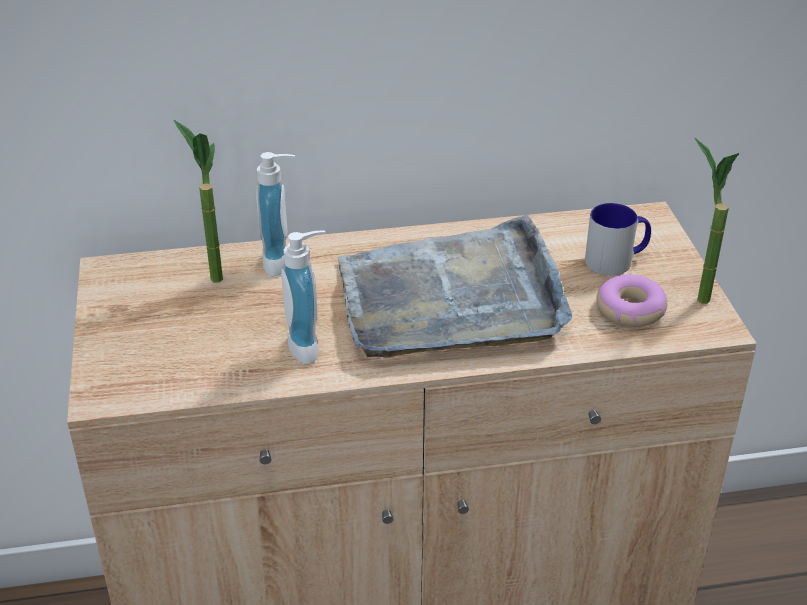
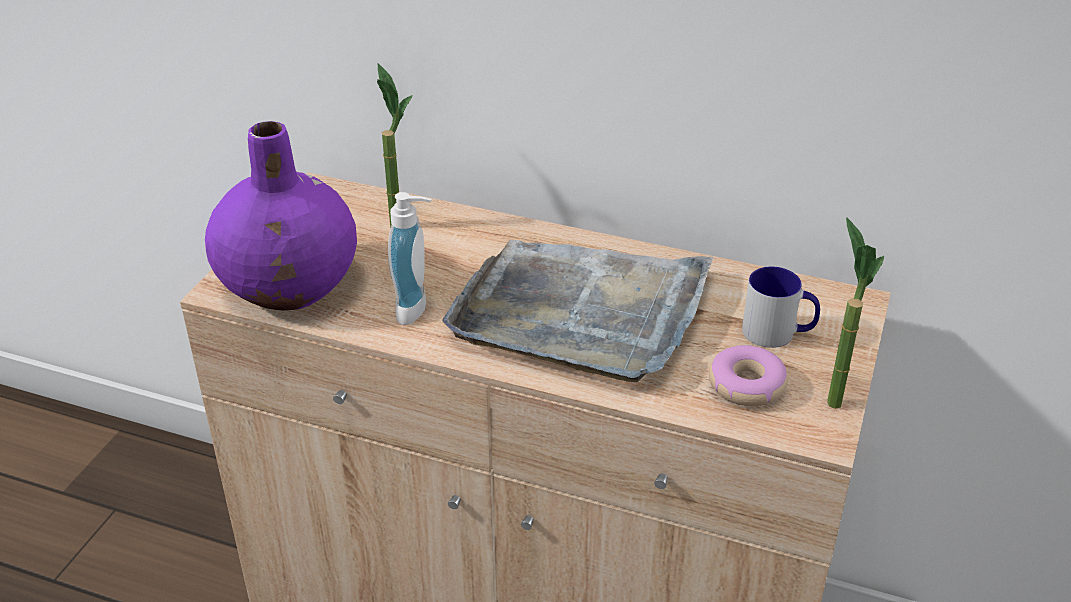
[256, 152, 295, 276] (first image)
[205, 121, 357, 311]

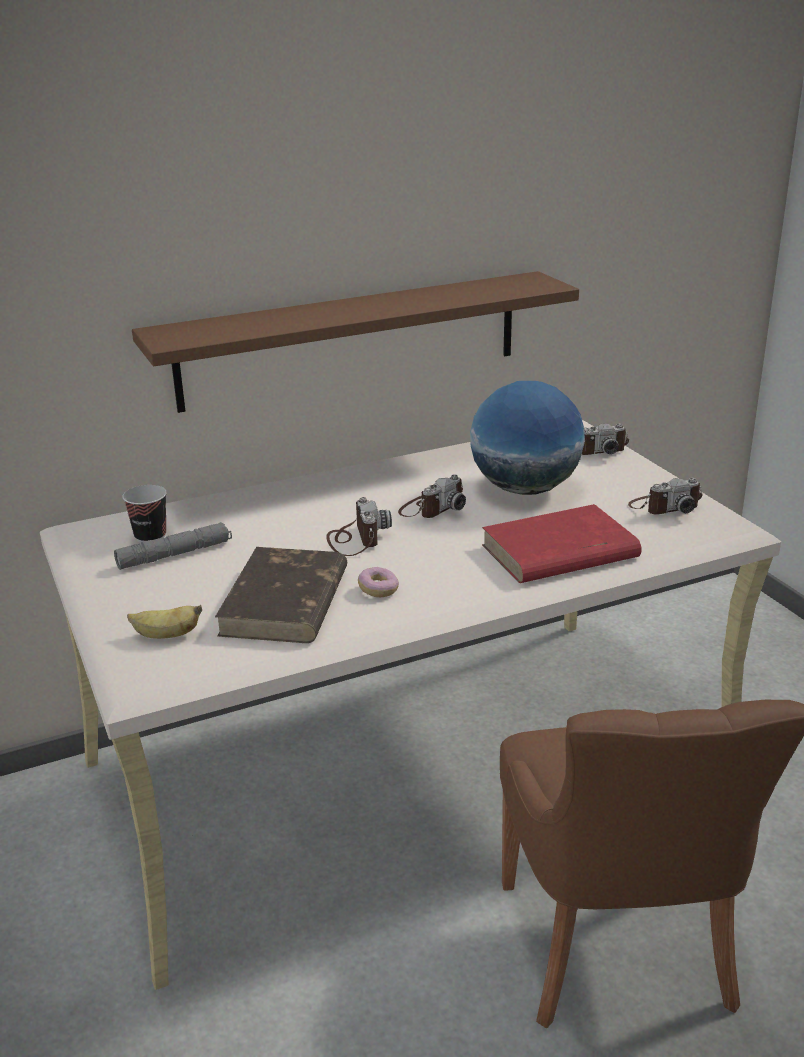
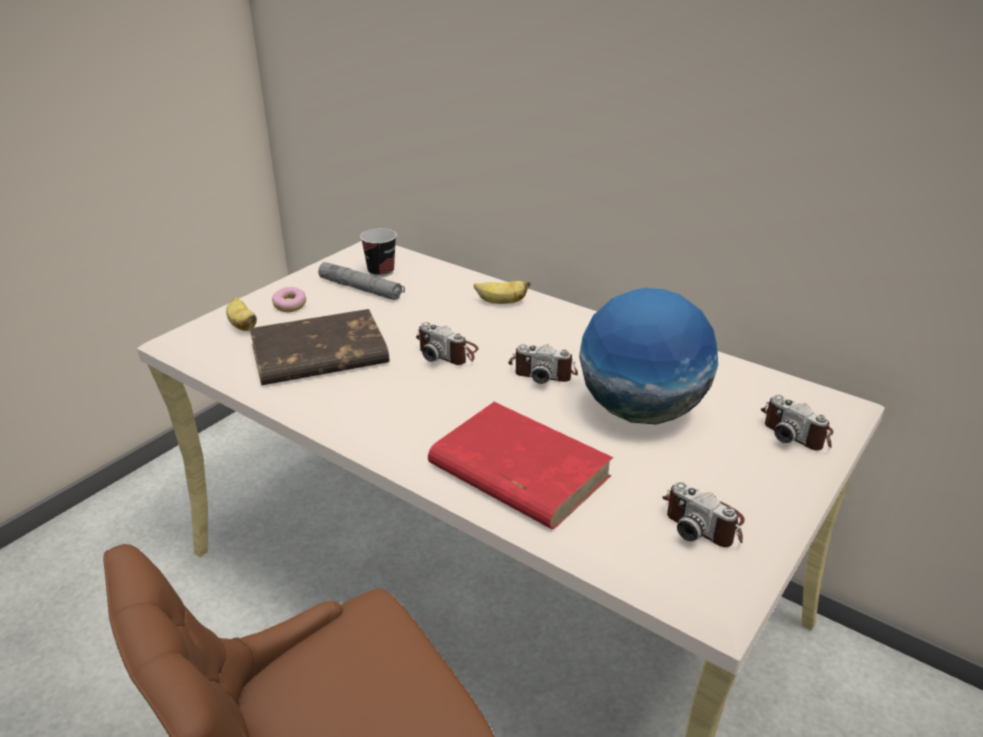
[132, 271, 579, 413] (first image)
[474, 281, 531, 304]
[272, 287, 306, 312]
[416, 322, 478, 365]

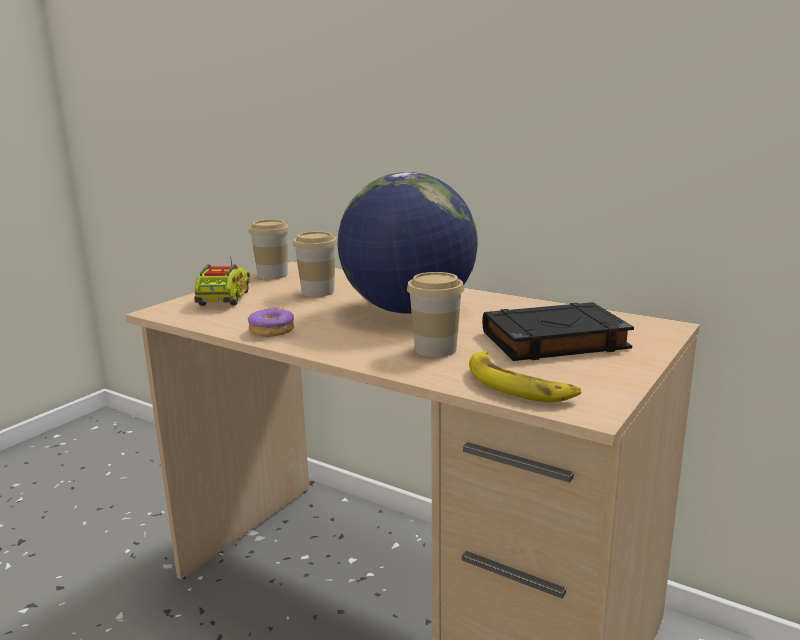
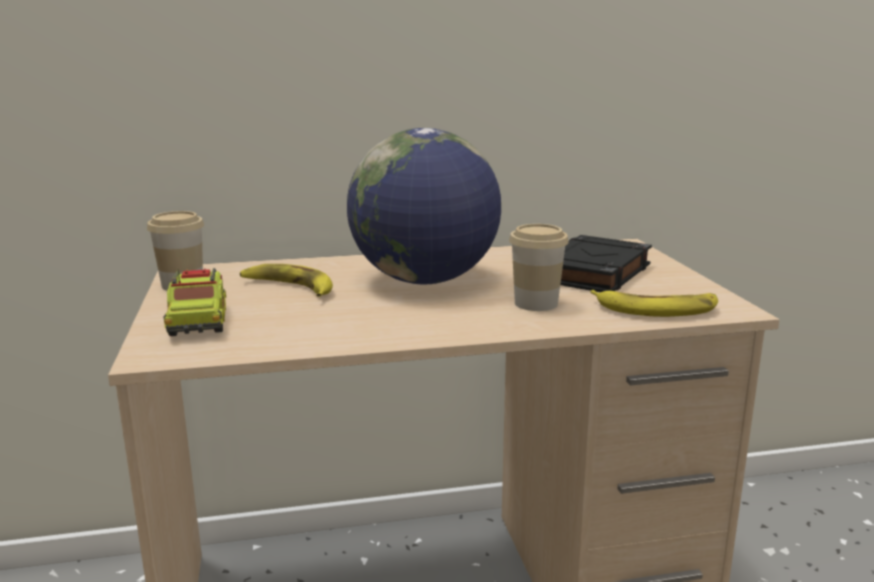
[248, 308, 294, 337] (first image)
[240, 264, 333, 297]
[164, 268, 226, 336]

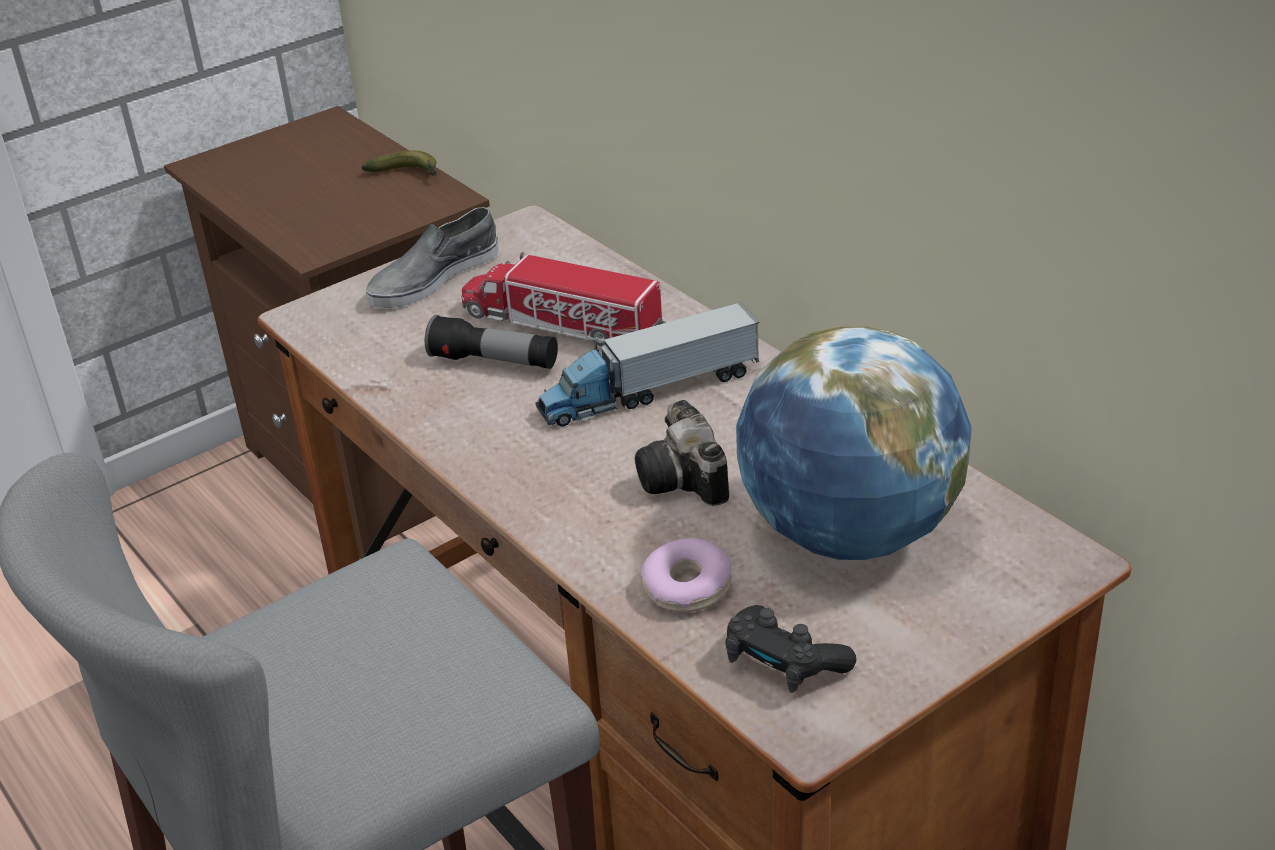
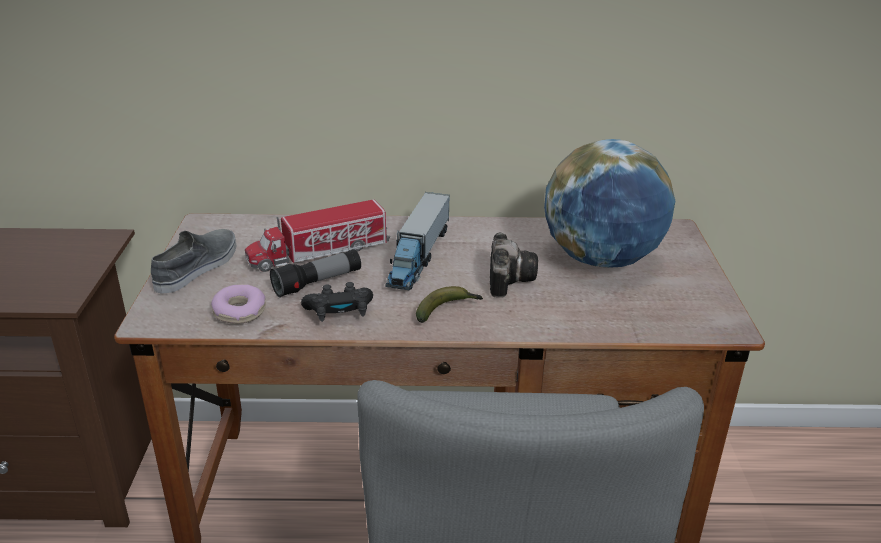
[416, 286, 483, 323]
[211, 284, 266, 324]
[301, 282, 373, 322]
[151, 229, 236, 294]
[490, 233, 538, 298]

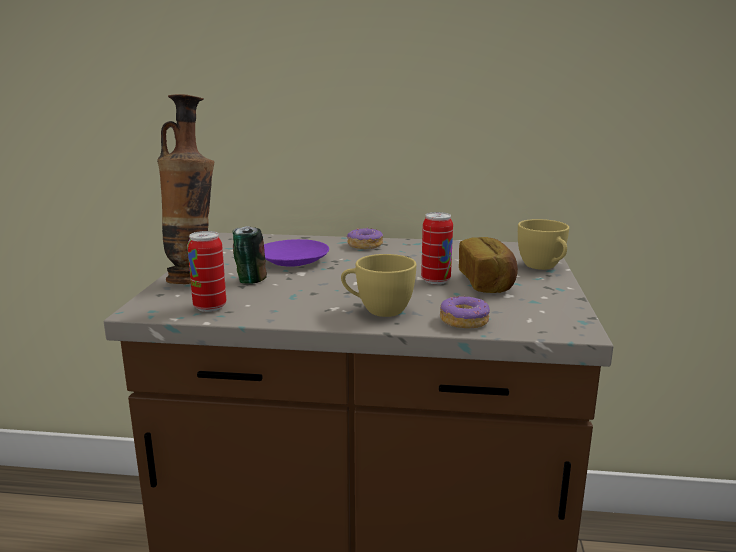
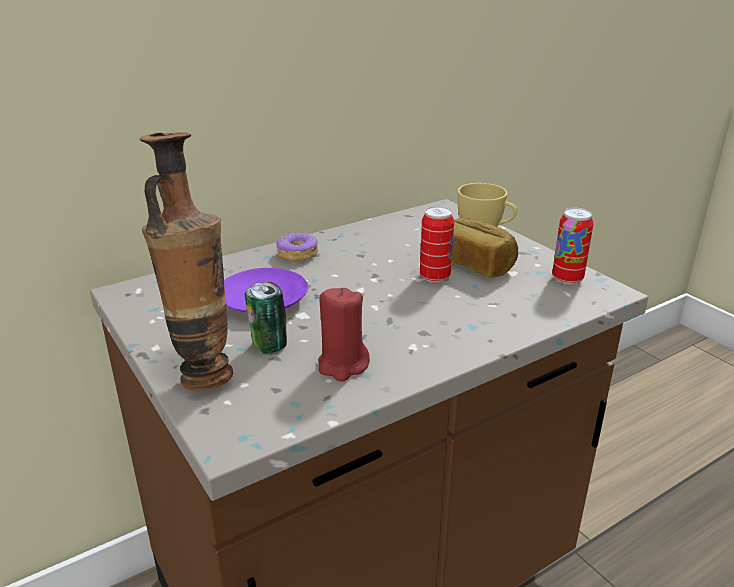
[341, 254, 417, 317] (first image)
[440, 295, 490, 328] (first image)
[318, 287, 370, 382]
[552, 208, 593, 284]

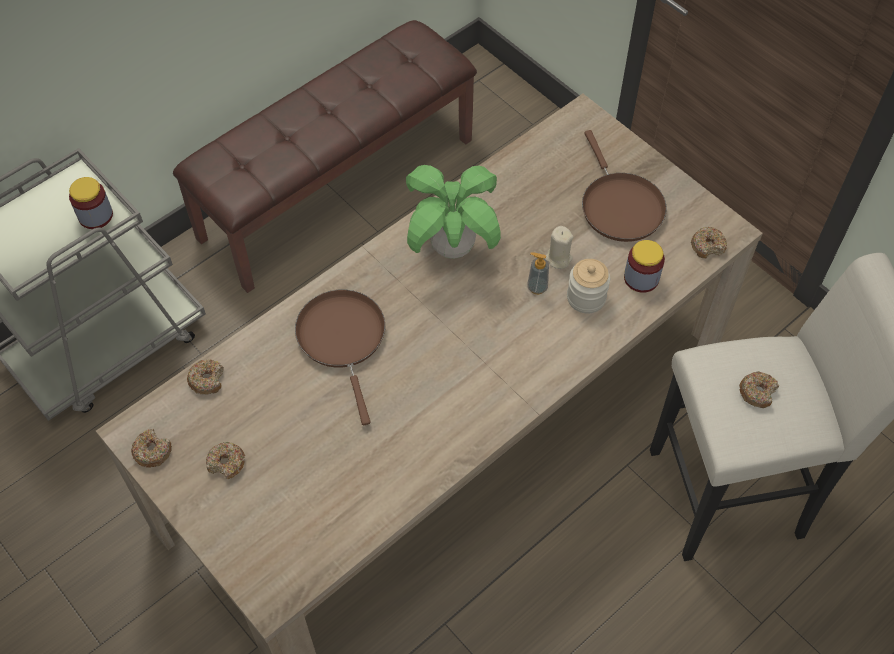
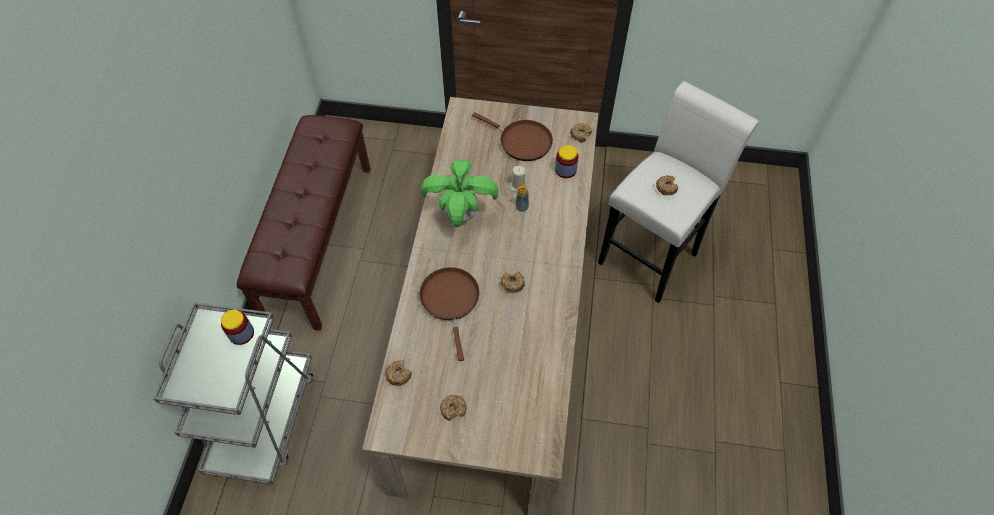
[567, 259, 610, 313] (first image)
[501, 271, 525, 293]
[419, 267, 479, 361]

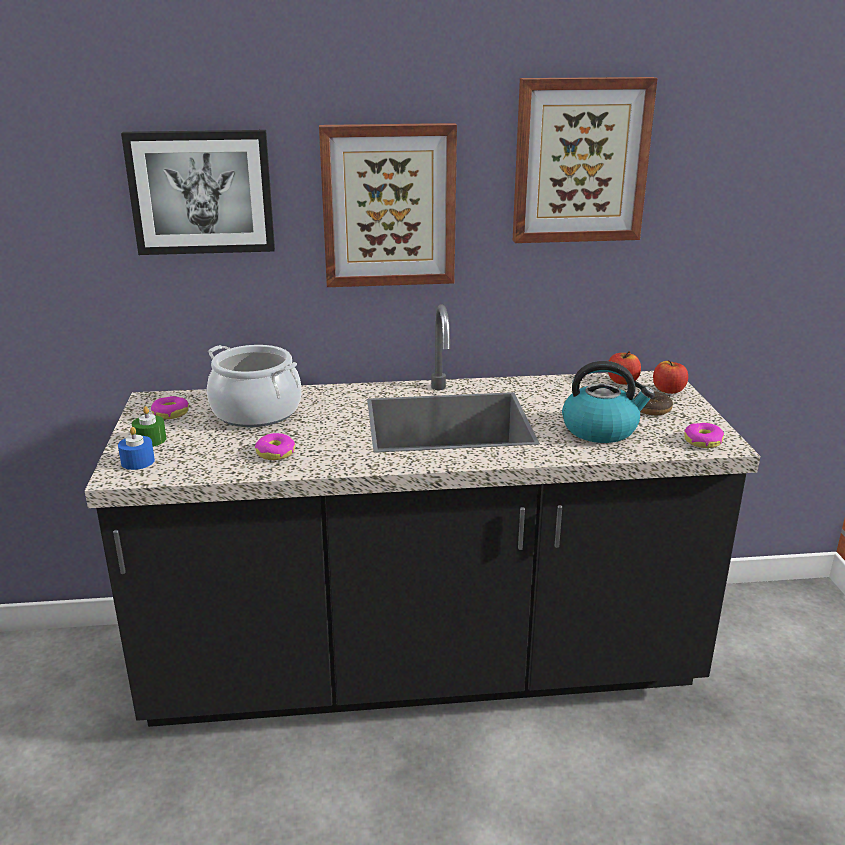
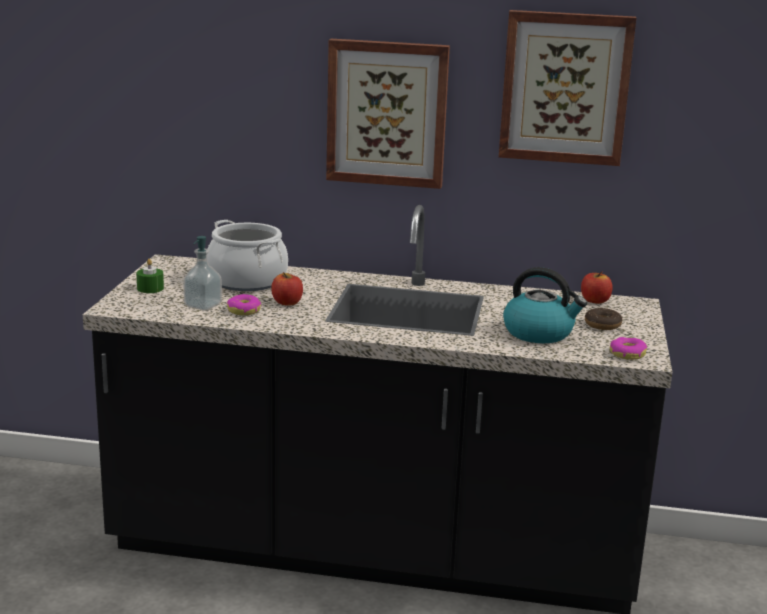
[118, 427, 155, 470] (first image)
[121, 130, 275, 255] (first image)
[151, 396, 189, 419] (first image)
[183, 236, 222, 311]
[271, 272, 303, 306]

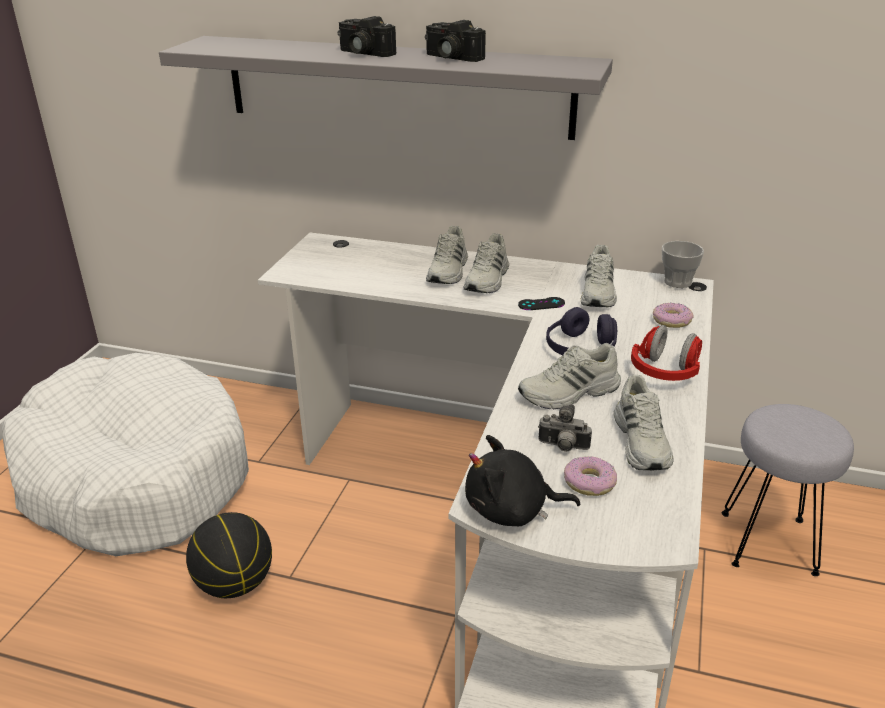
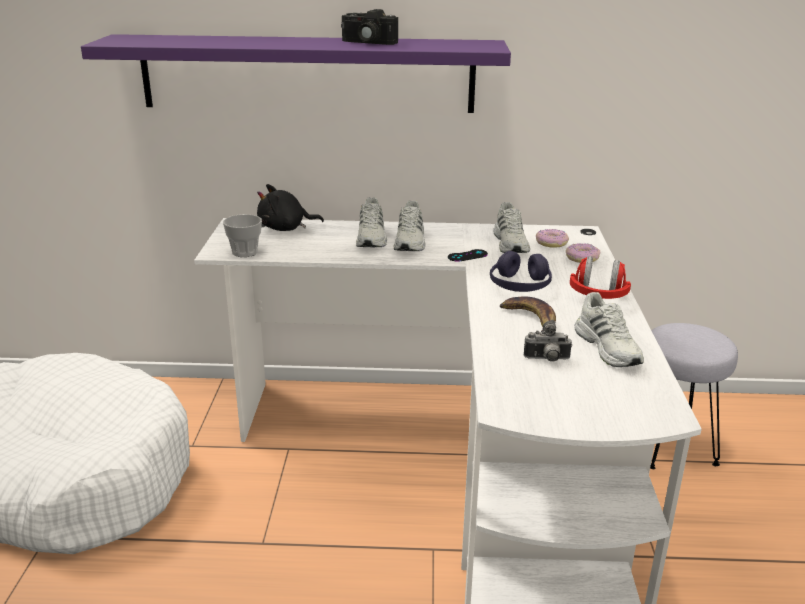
[186, 512, 272, 598] (first image)
[338, 16, 396, 57] (first image)
[257, 184, 324, 231]
[536, 229, 569, 247]
[223, 214, 262, 257]
[500, 297, 556, 332]
[81, 34, 511, 113]

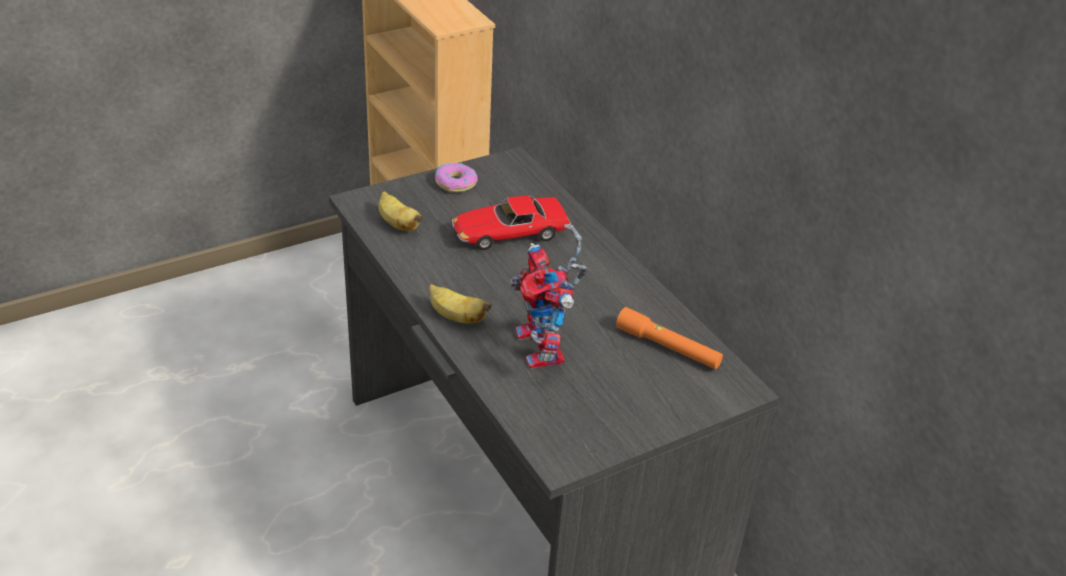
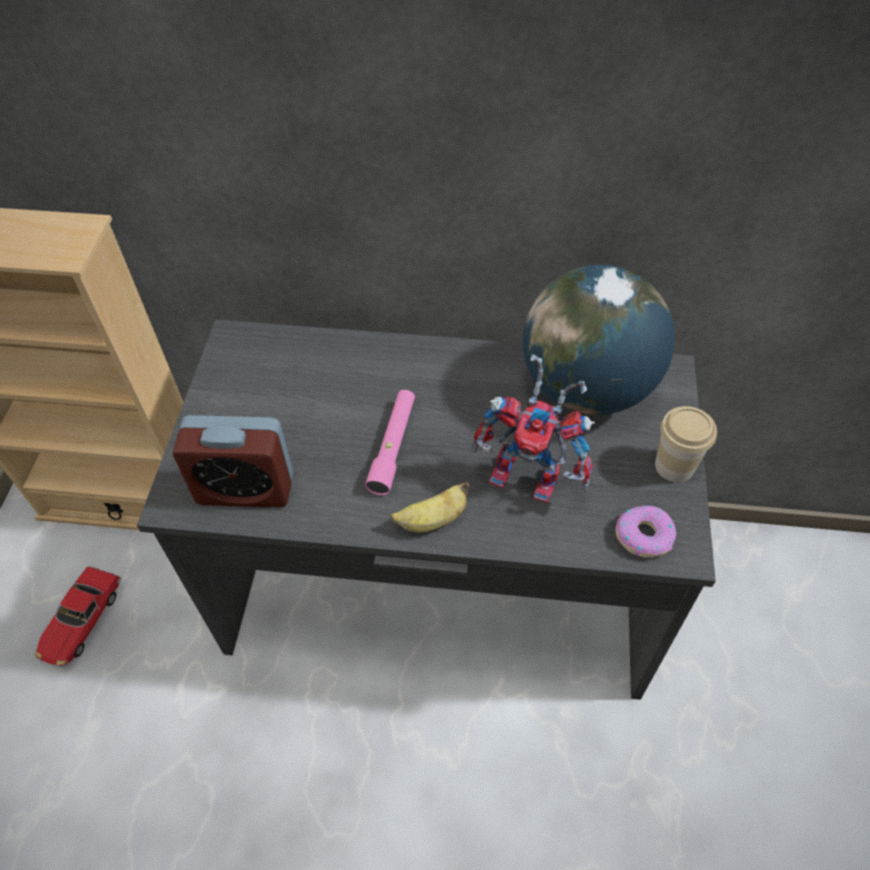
[365, 390, 415, 495]
[655, 406, 717, 482]
[616, 505, 676, 557]
[35, 566, 121, 667]
[173, 415, 293, 508]
[523, 265, 675, 415]

